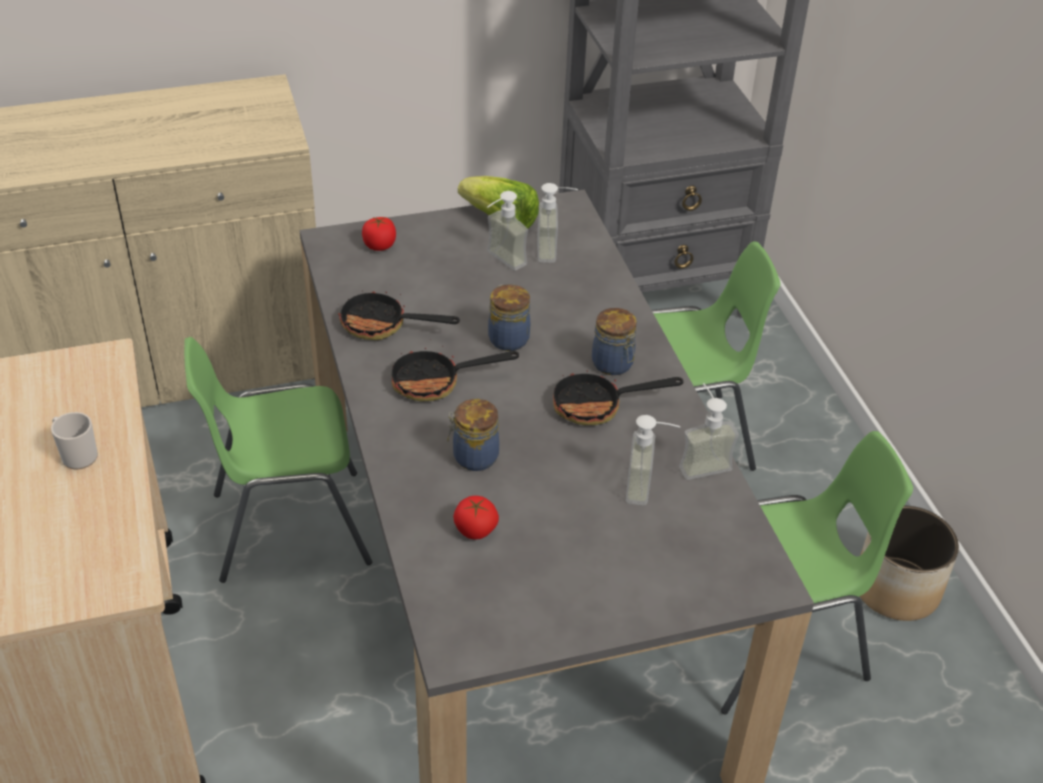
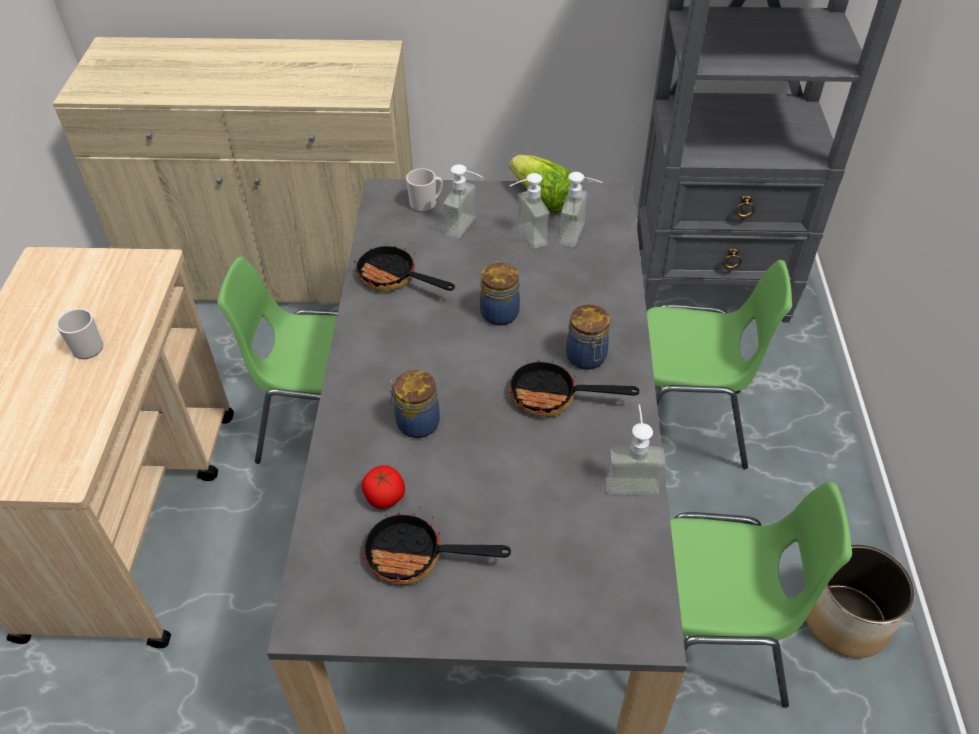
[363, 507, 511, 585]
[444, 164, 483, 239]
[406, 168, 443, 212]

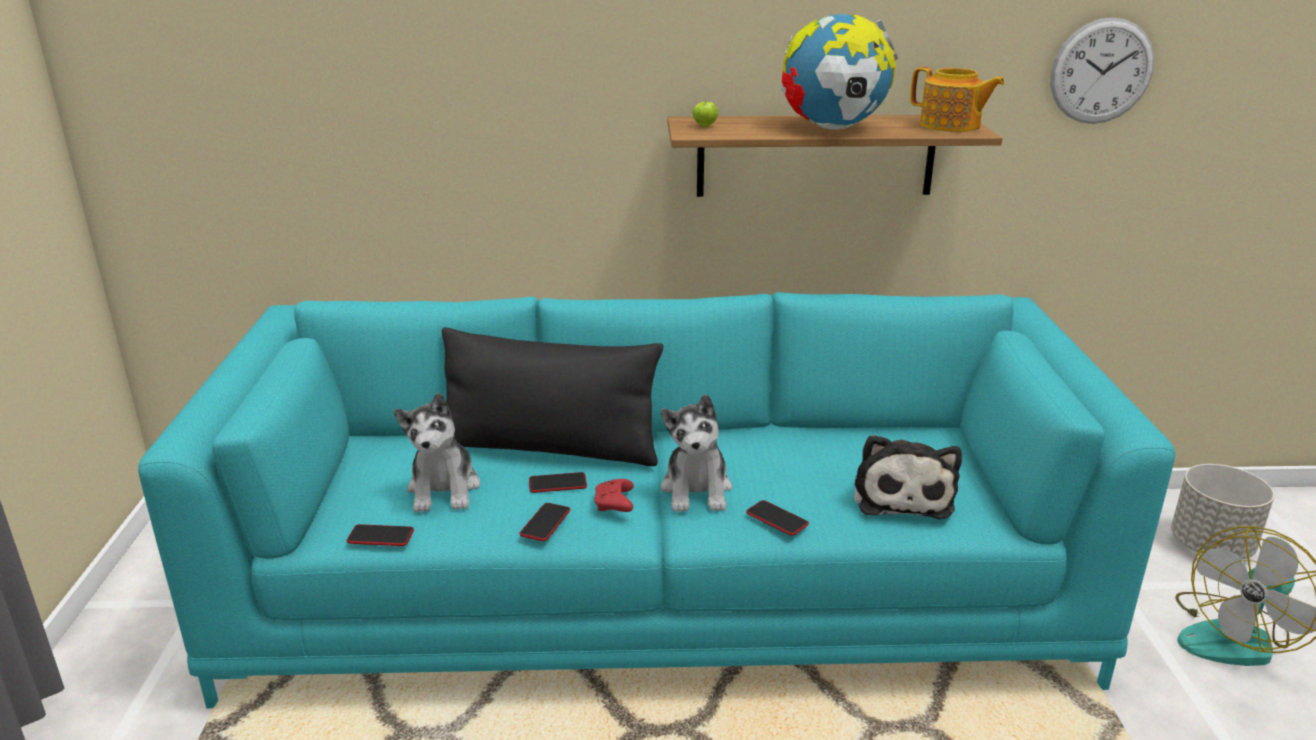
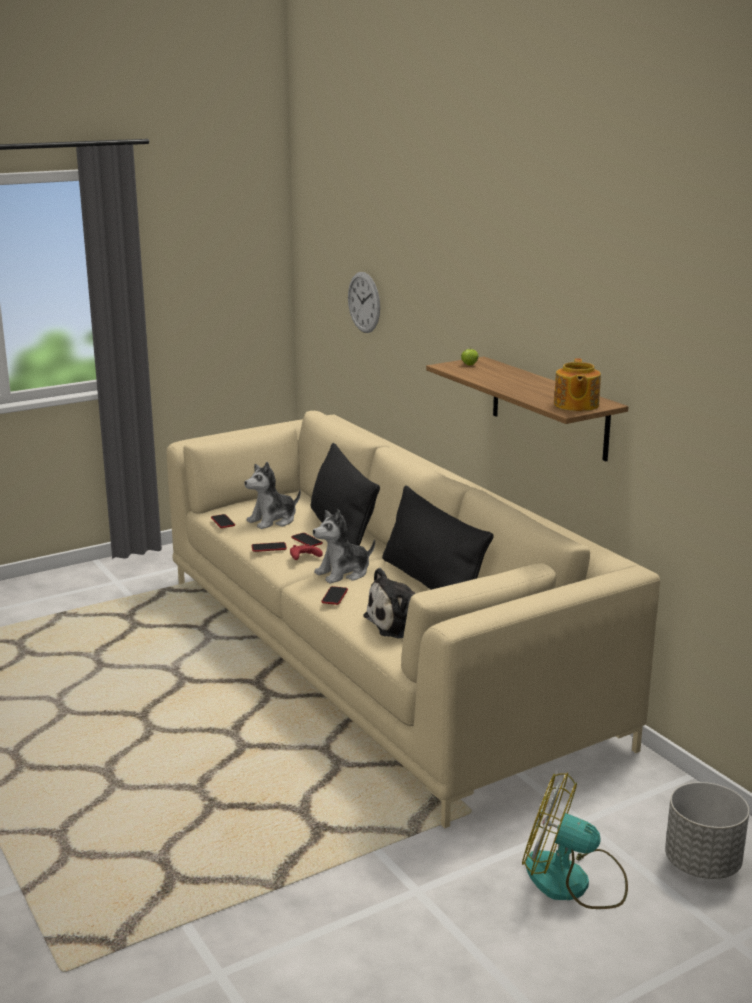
[781, 14, 898, 130] (first image)
[382, 485, 494, 590]
[348, 272, 380, 333]
[167, 411, 660, 828]

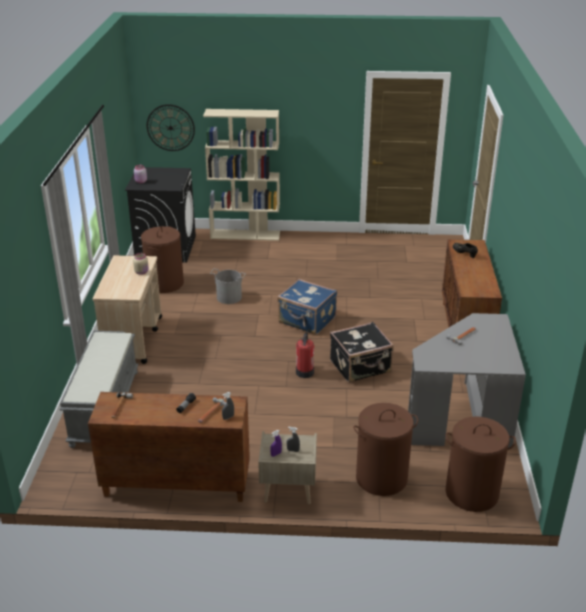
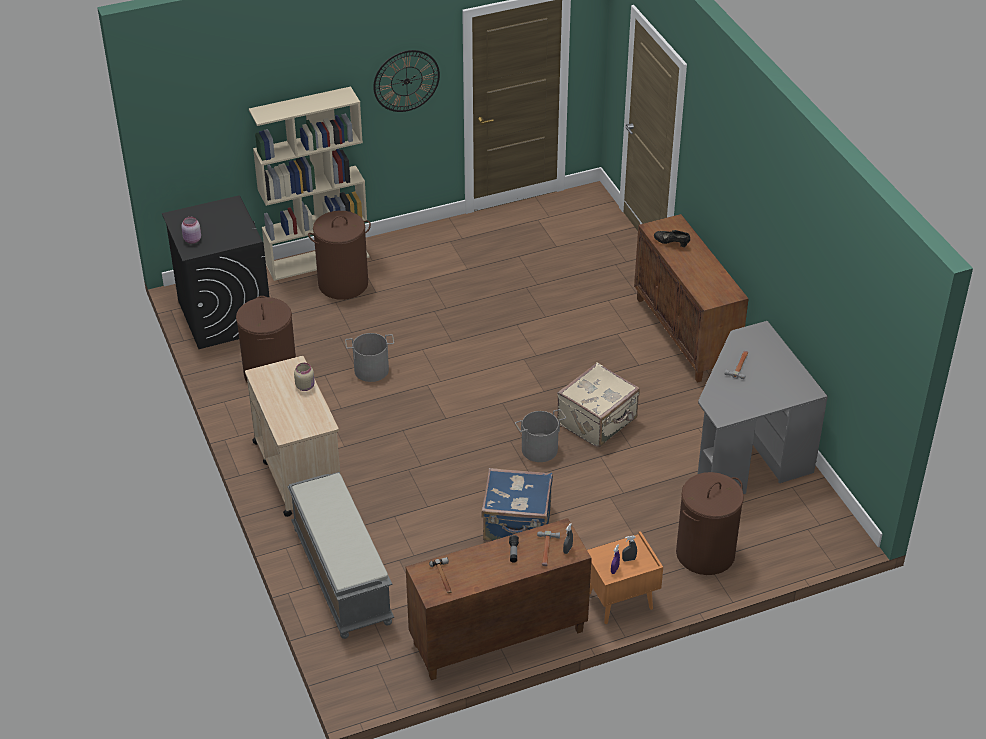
[373, 50, 440, 112]
[481, 468, 553, 541]
[308, 211, 371, 300]
[515, 409, 566, 462]
[587, 531, 663, 624]
[557, 362, 640, 447]

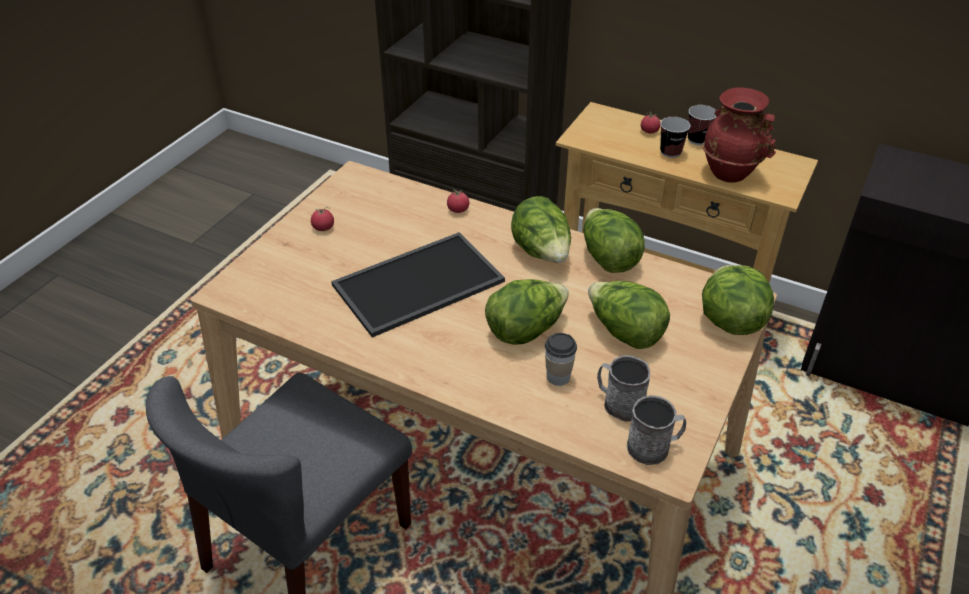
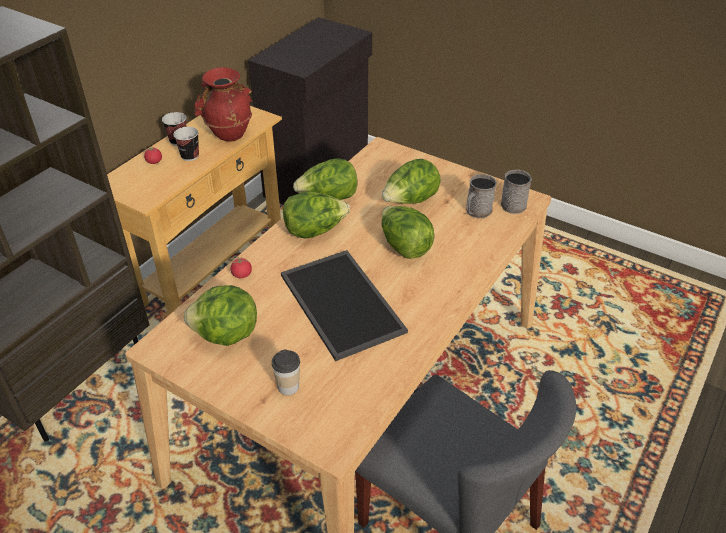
[311, 207, 334, 231] (first image)
[272, 349, 300, 395]
[184, 285, 257, 346]

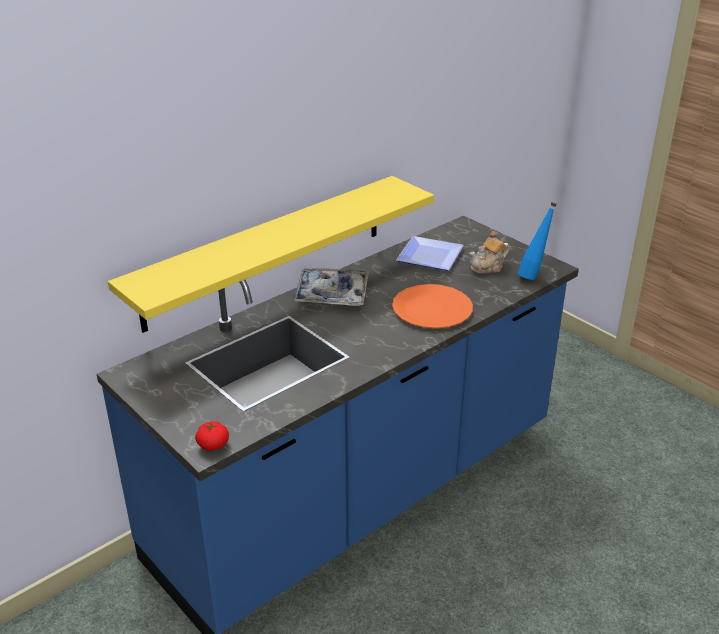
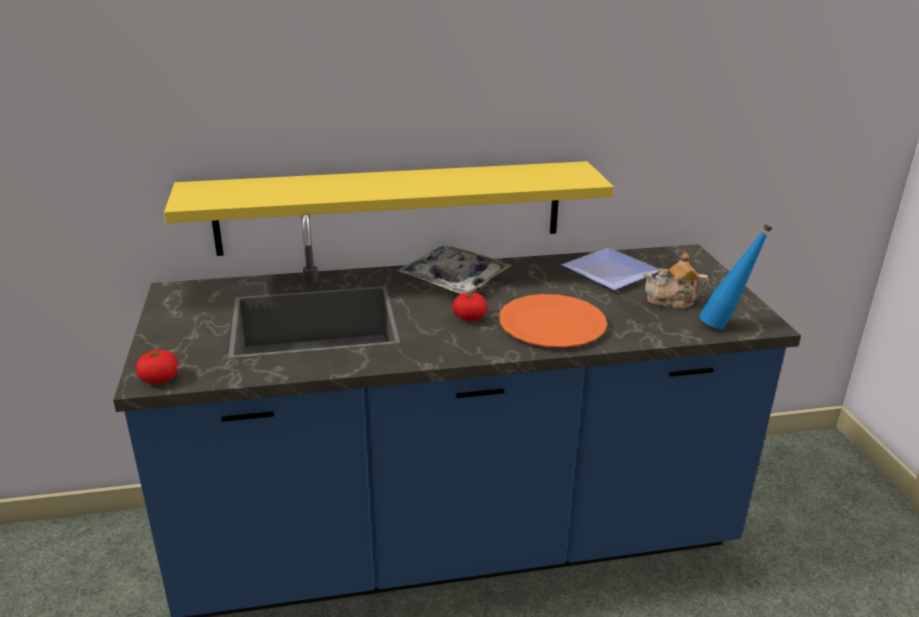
[453, 292, 487, 321]

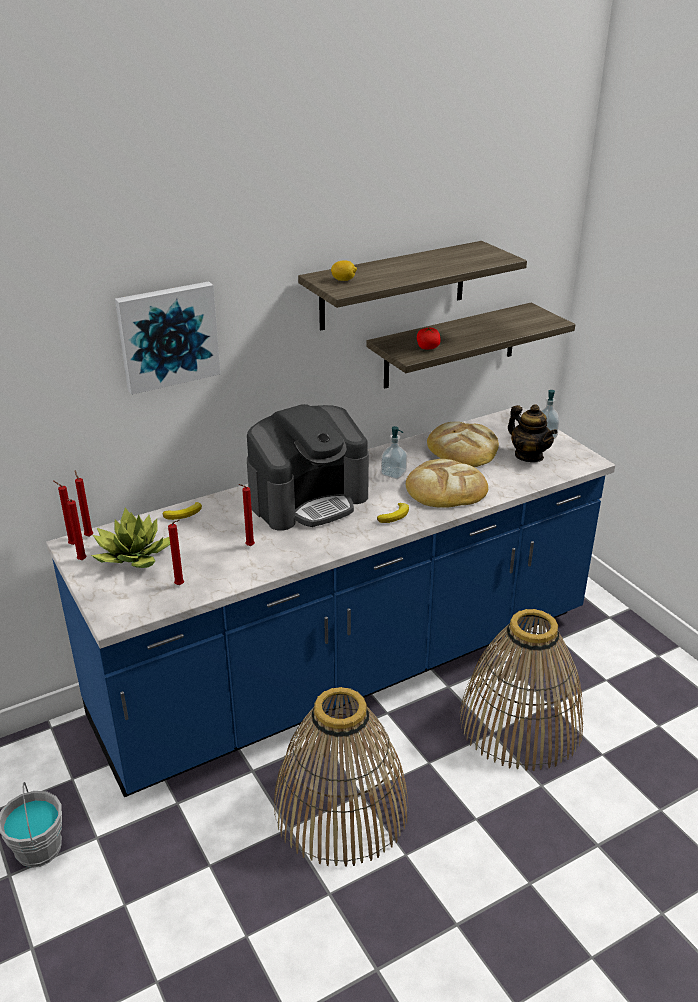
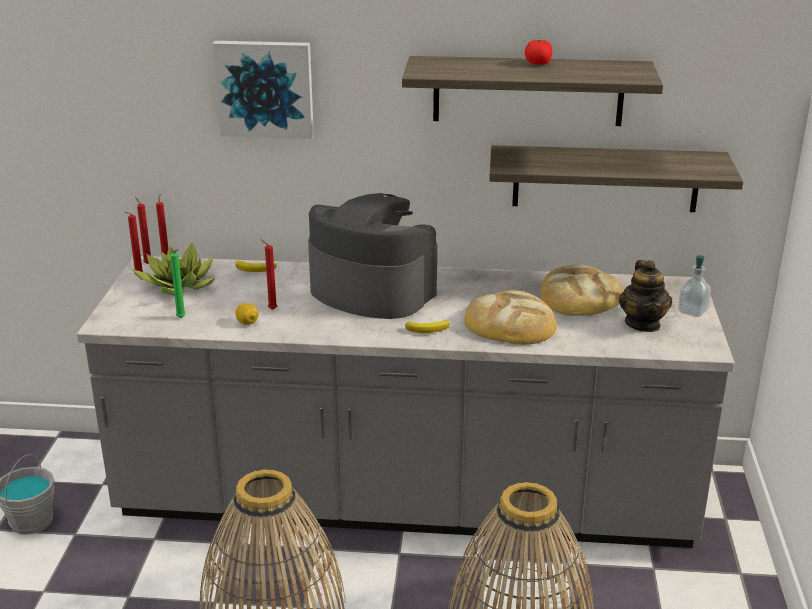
[381, 426, 407, 479] (first image)
[235, 303, 258, 325]
[525, 40, 552, 65]
[77, 256, 735, 548]
[170, 249, 186, 318]
[308, 193, 437, 319]

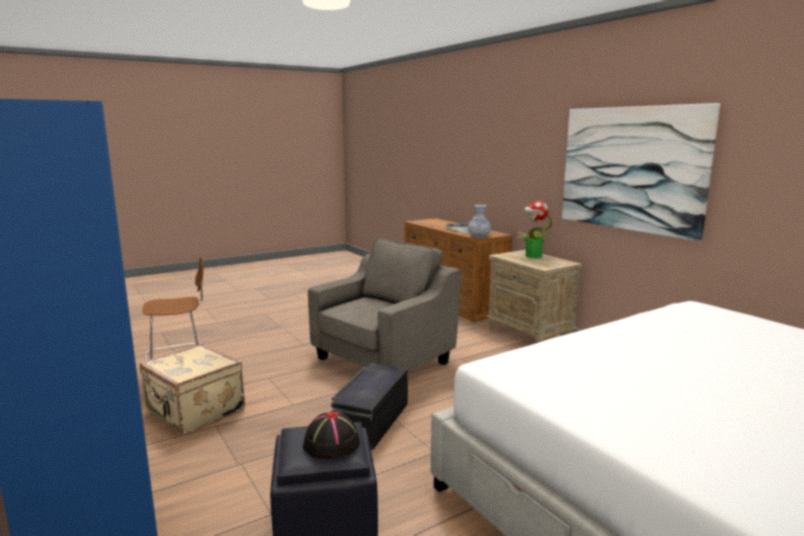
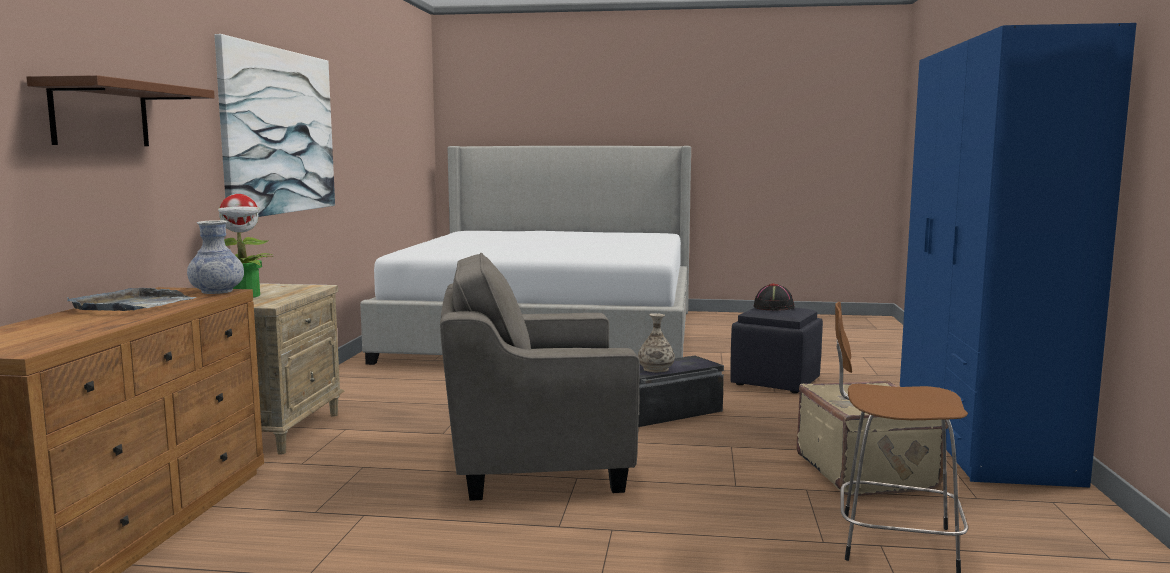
[26, 75, 215, 146]
[638, 313, 675, 372]

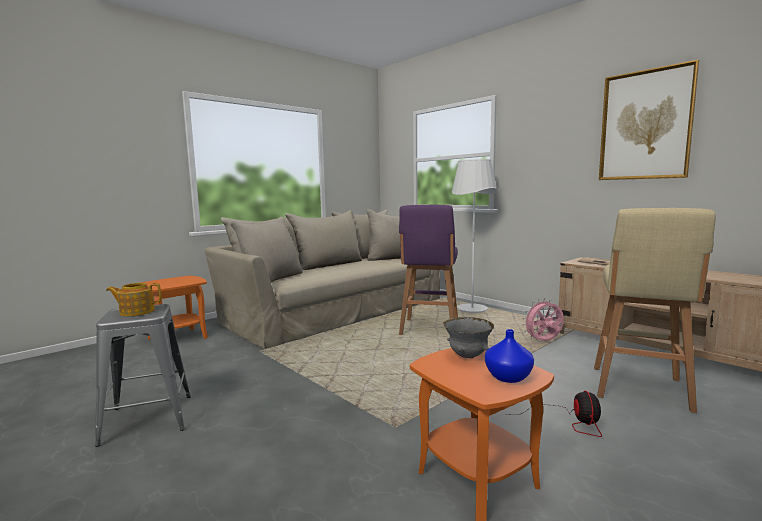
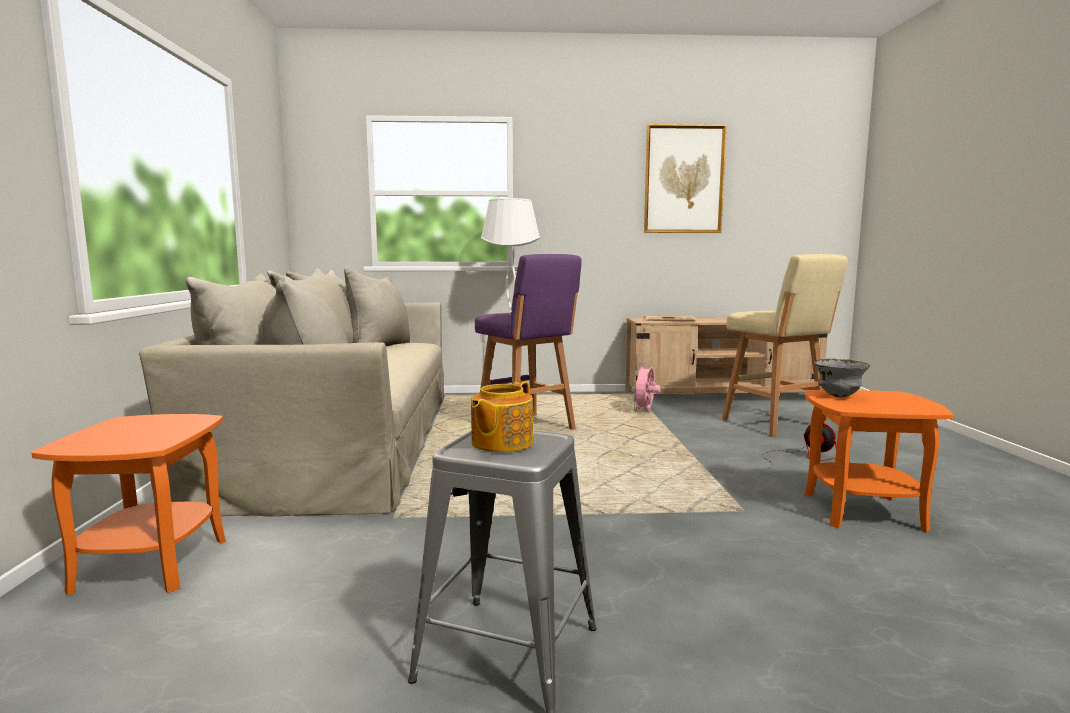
[485, 329, 534, 383] (first image)

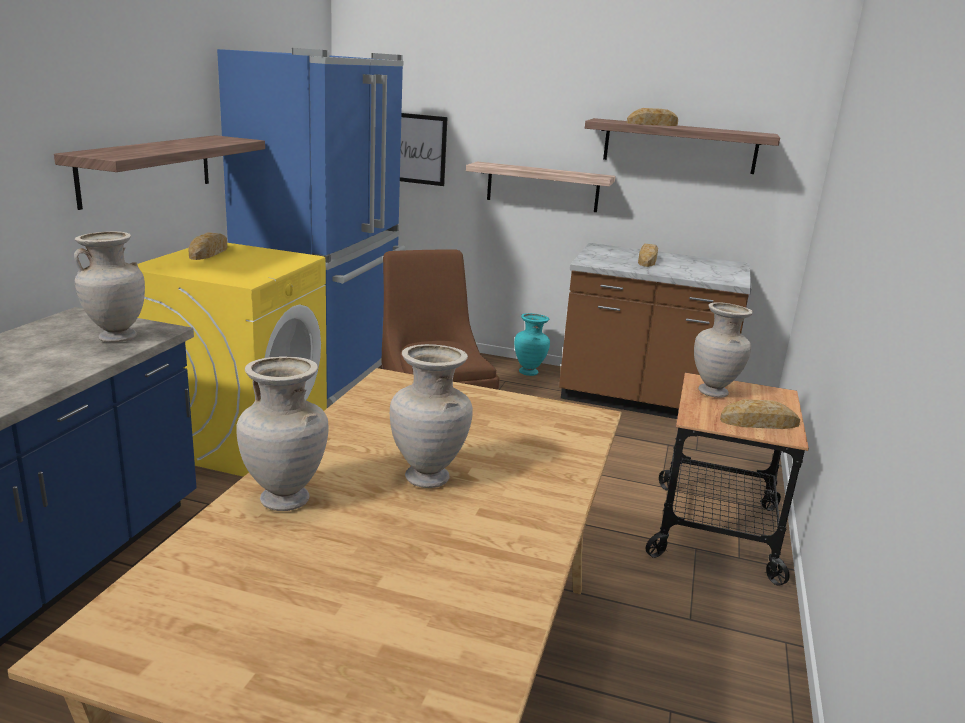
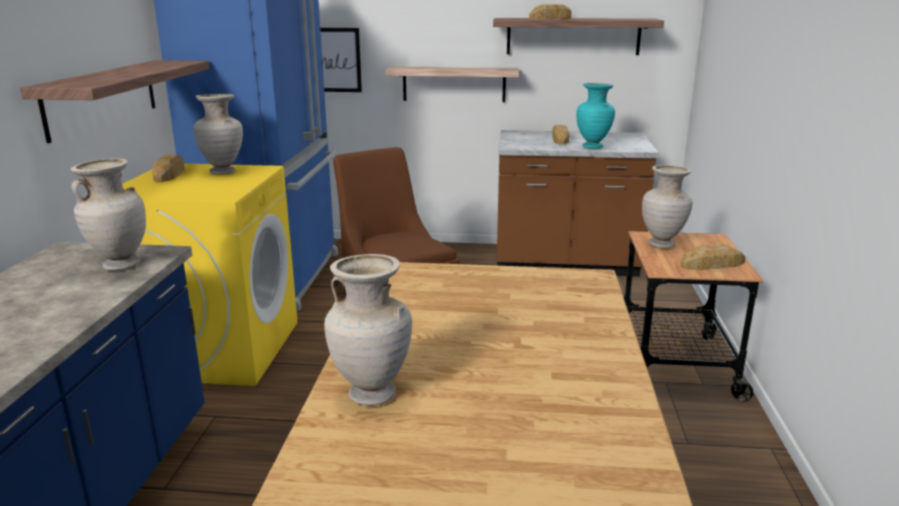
[193, 94, 243, 175]
[576, 83, 615, 149]

